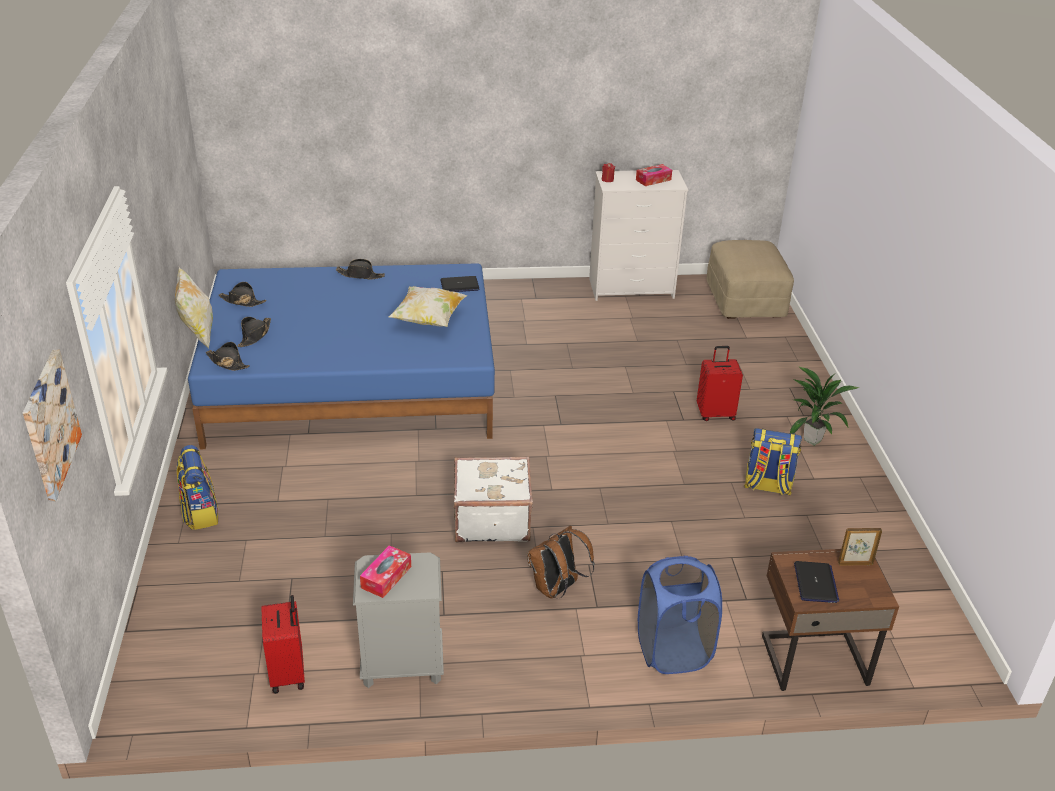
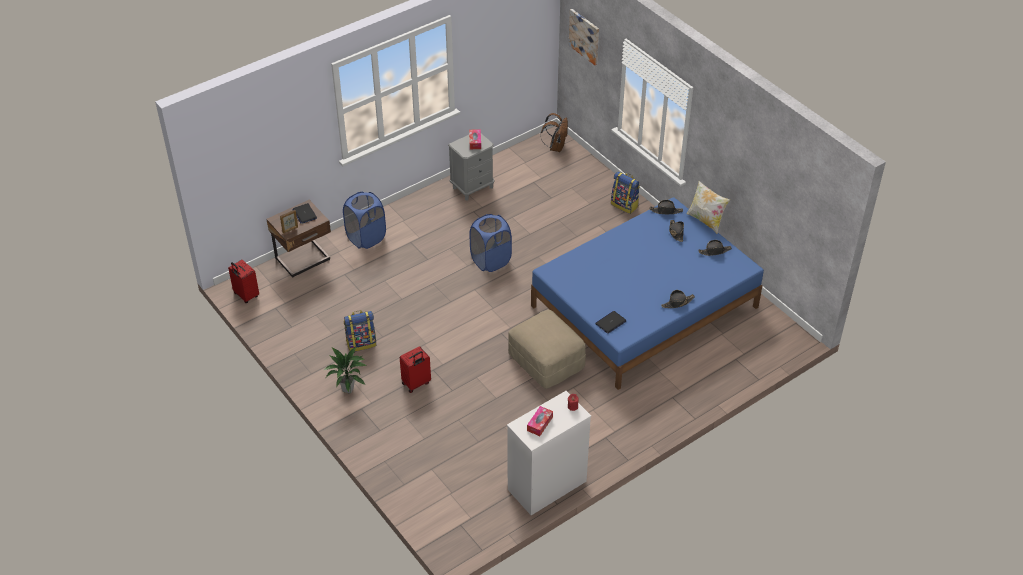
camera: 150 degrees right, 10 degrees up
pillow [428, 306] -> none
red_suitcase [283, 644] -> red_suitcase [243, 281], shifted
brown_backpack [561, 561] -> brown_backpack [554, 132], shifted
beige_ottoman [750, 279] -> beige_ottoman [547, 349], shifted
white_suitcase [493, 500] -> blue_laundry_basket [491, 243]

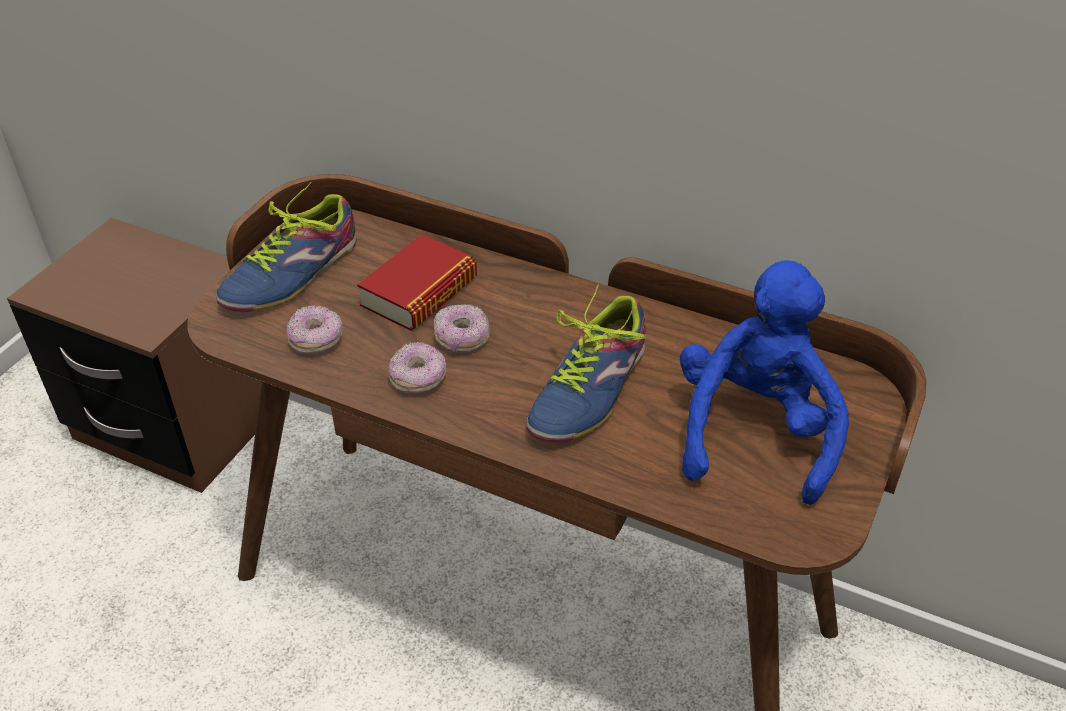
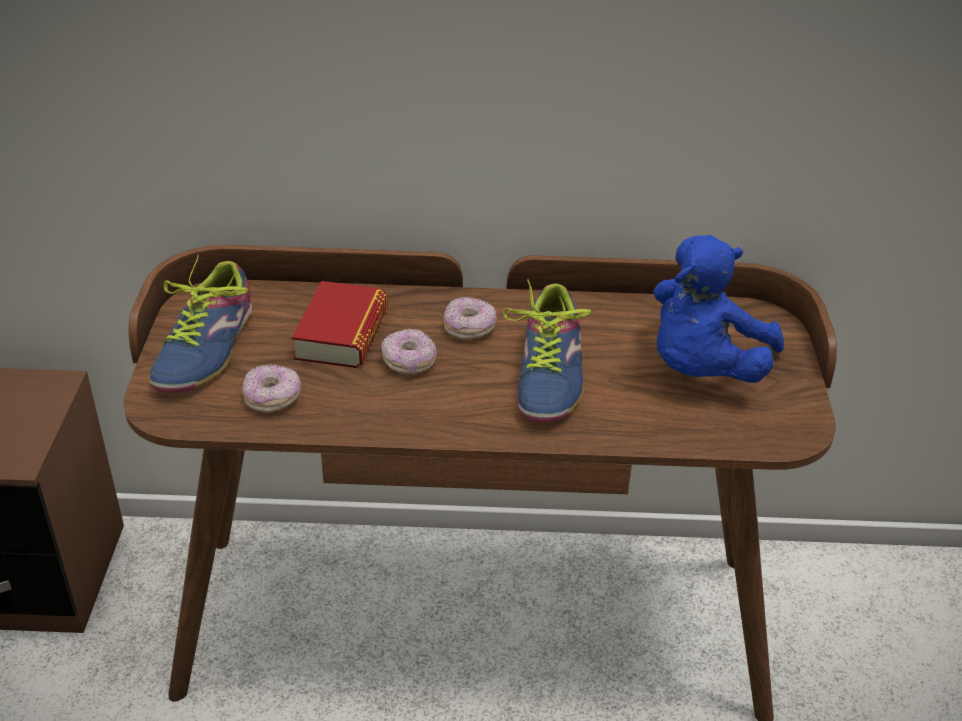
camera: 25 degrees left, 5 degrees down
donut [418, 367] -> donut [470, 318], shifted
blue_plush_toy [764, 382] -> blue_plush_toy [718, 309], 135 degrees counterclockwise

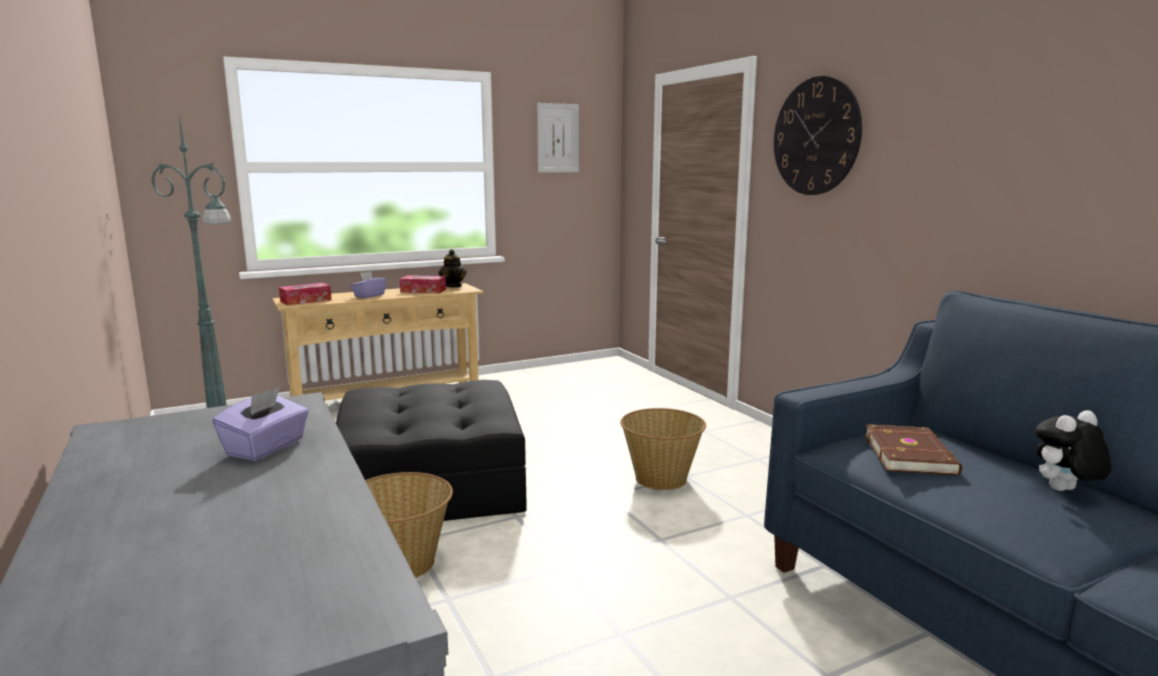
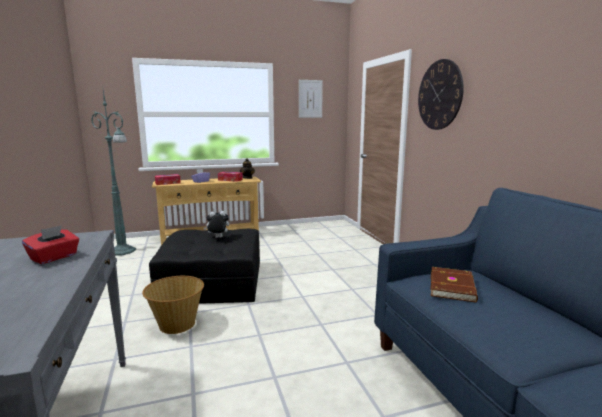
camera: 10 degrees right, 0 degrees up
basket [663, 449] -> none
plush_toy [1073, 450] -> plush_toy [216, 224], shifted
purple_tissue_box [260, 424] -> red_tissue_box [50, 244]

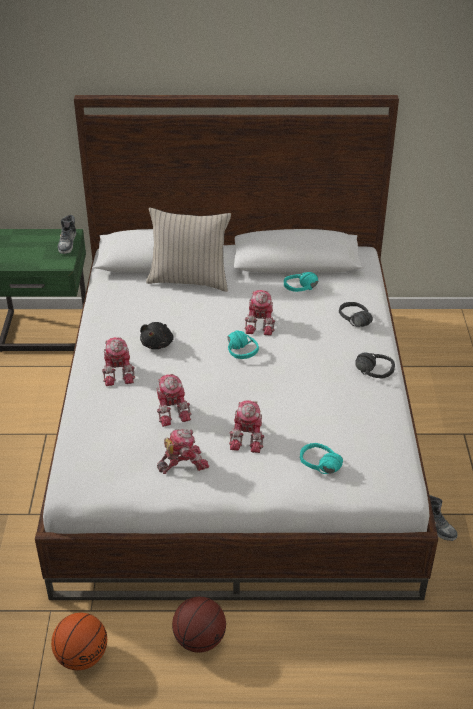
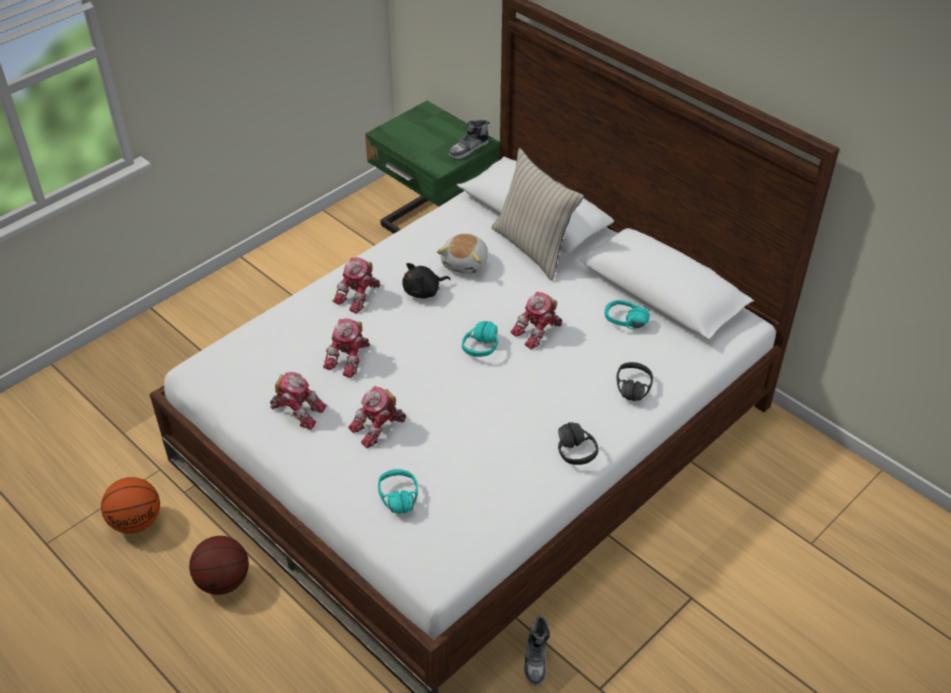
camera: 45 degrees right, 5 degrees up
none -> plush_toy [462, 254]

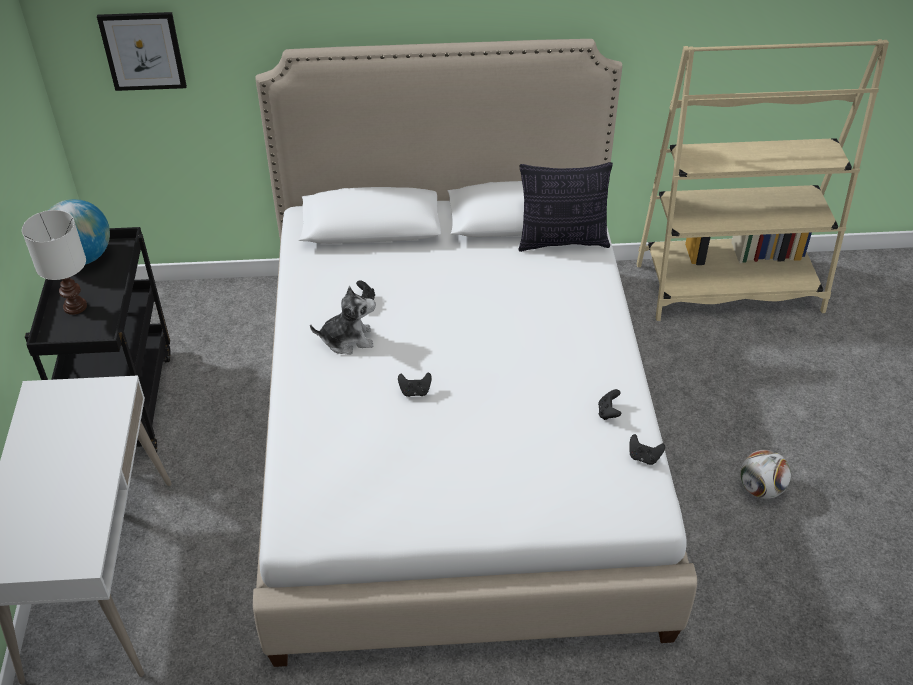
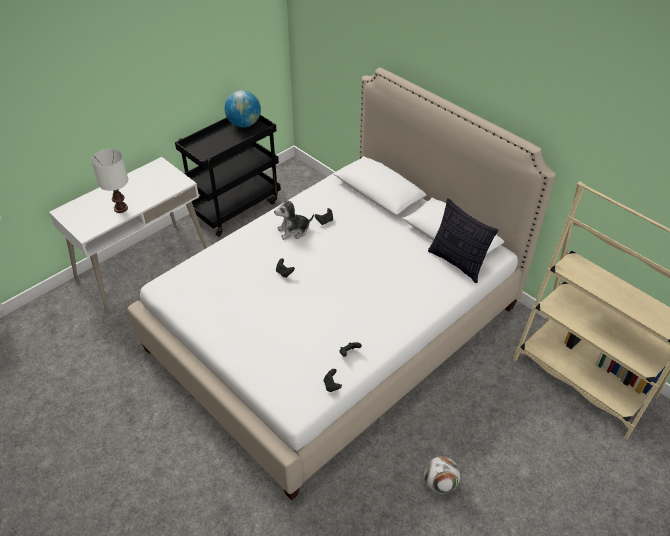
camera: 50 degrees right, 0 degrees up
picture [142, 51] -> none
white_table_lamp [54, 262] -> white_table_lamp [109, 181], shifted
plush_toy [342, 320] -> plush_toy [294, 218], 120 degrees clockwise

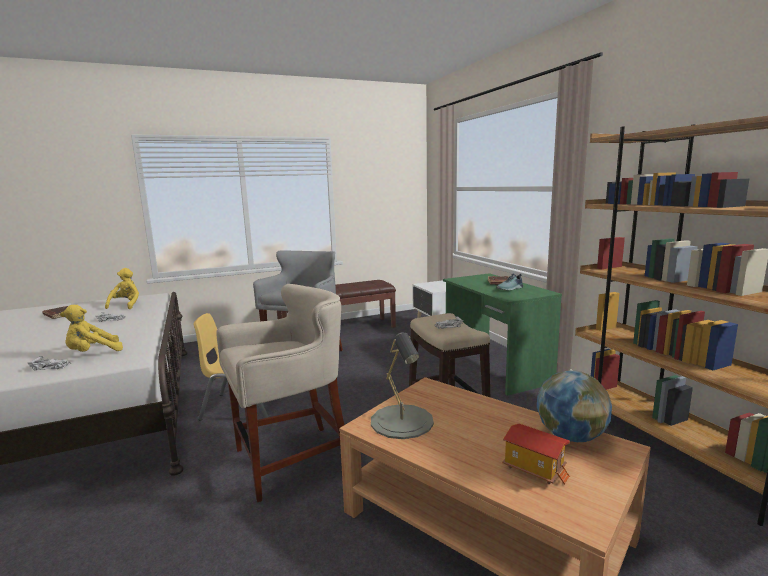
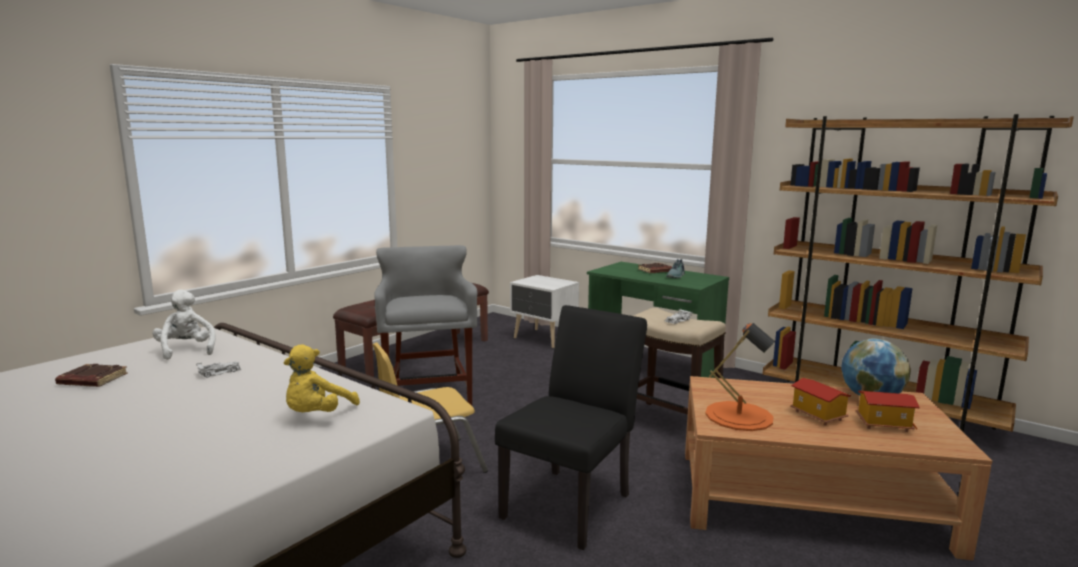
camera: 30 degrees left, 0 degrees up
white_toy_car [49, 363] -> none
none -> toy_house [820, 401]
beige_stool [280, 393] -> black_chair [571, 427]
yellow_plush_toy [122, 288] -> white_plush_toy [184, 324]
grey_table_lamp [402, 385] -> orange_table_lamp [740, 377]

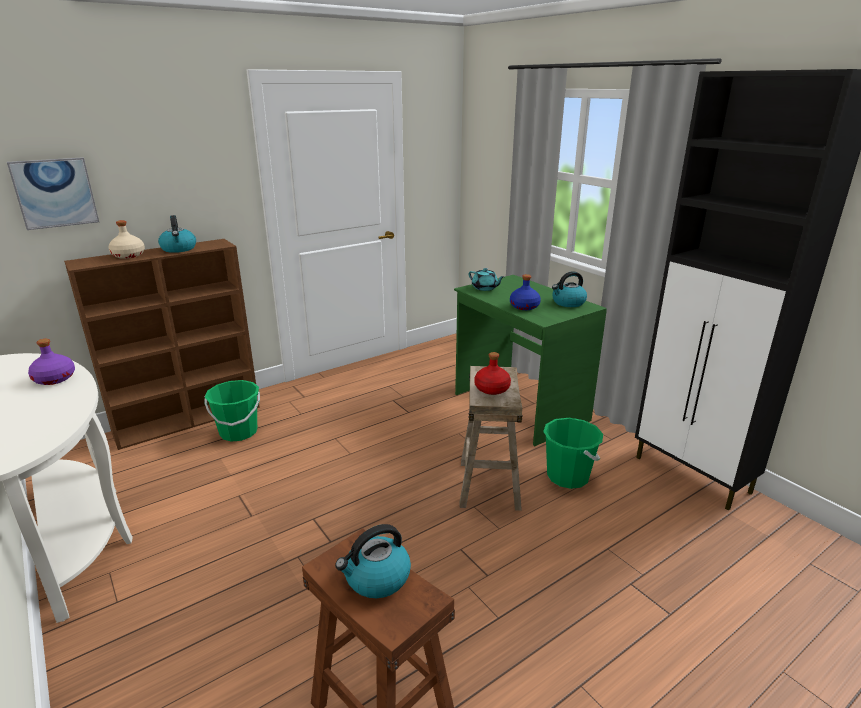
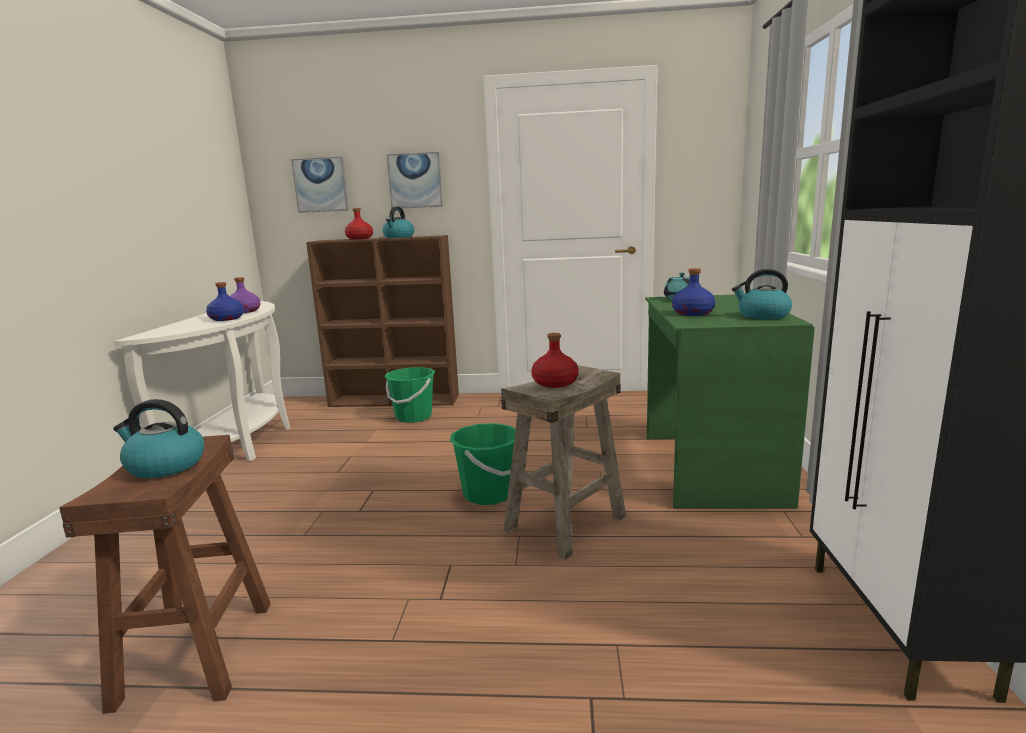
camera: 40 degrees right, 10 degrees down
none -> blue_bottle [225, 301]
none -> picture [415, 180]
green_bucket [573, 453] -> green_bucket [483, 464], shifted
beige_bottle [126, 239] -> red_bottle [359, 223]

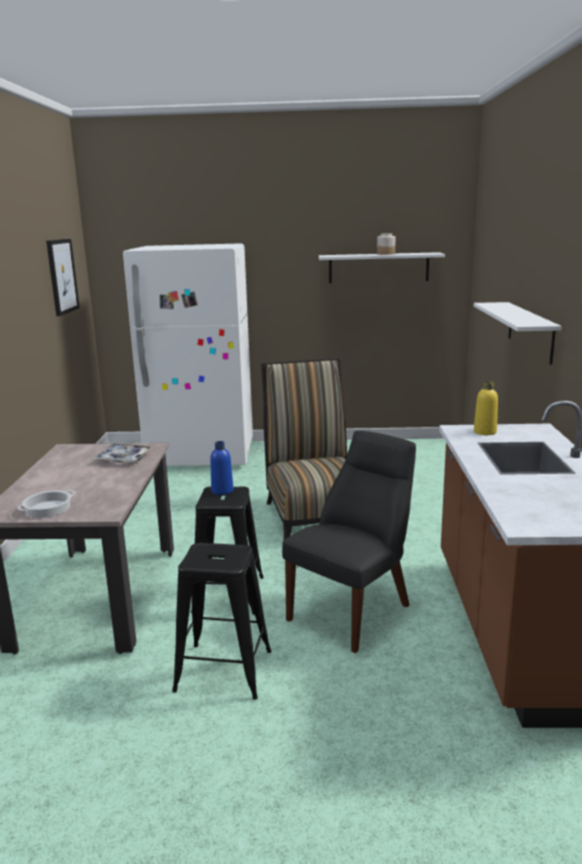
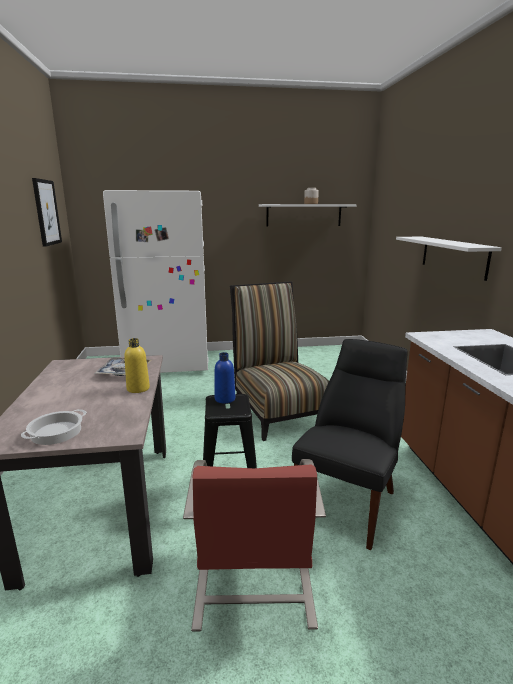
camera: 10 degrees left, 0 degrees up
yellow_bottle [486, 408] -> yellow_bottle [137, 365], shifted
black_stool [222, 621] -> red_chair [254, 545]

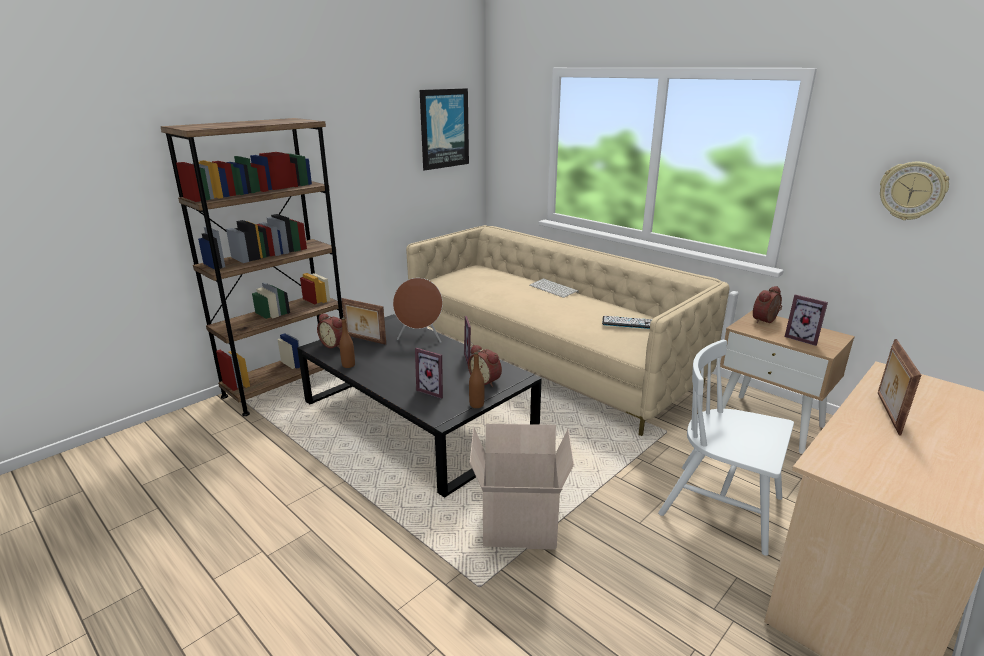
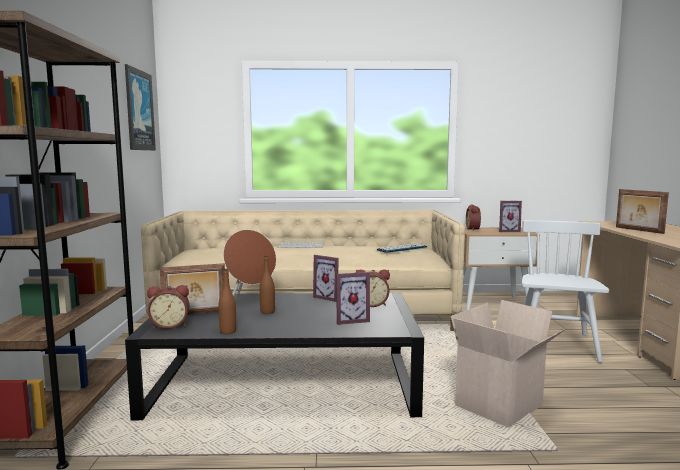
camera: 45 degrees left, 15 degrees down
wall_clock [914, 191] -> none
brown_bottle [476, 380] -> brown_bottle [267, 285], shifted
white_chair [726, 447] -> white_chair [565, 291], 120 degrees clockwise

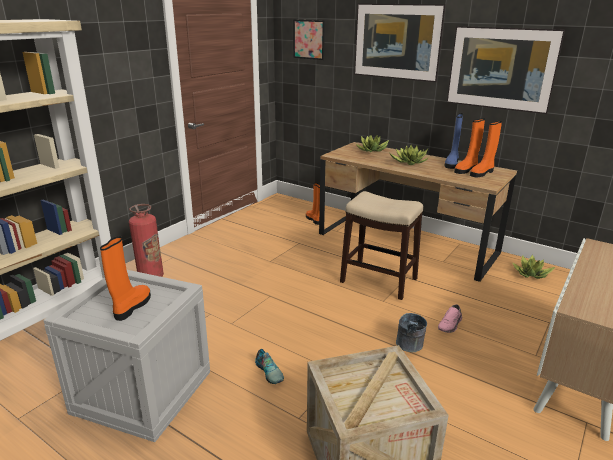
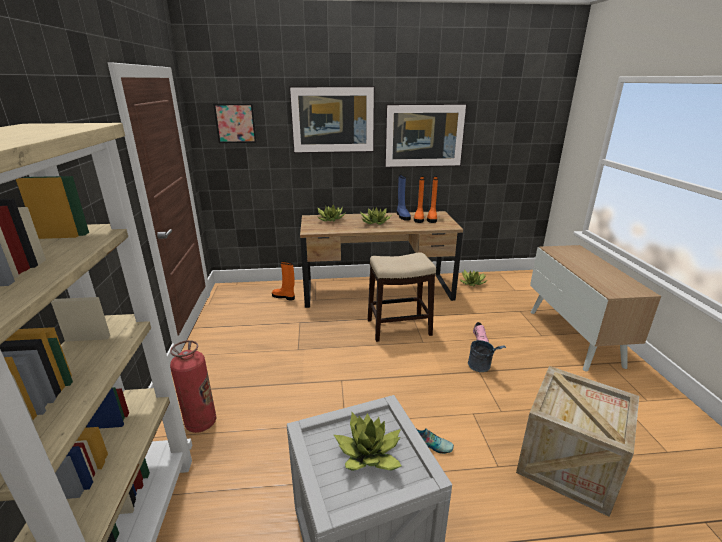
camera: 40 degrees left, 0 degrees up
orange_boot [125, 278] -> potted_plant [367, 441]

